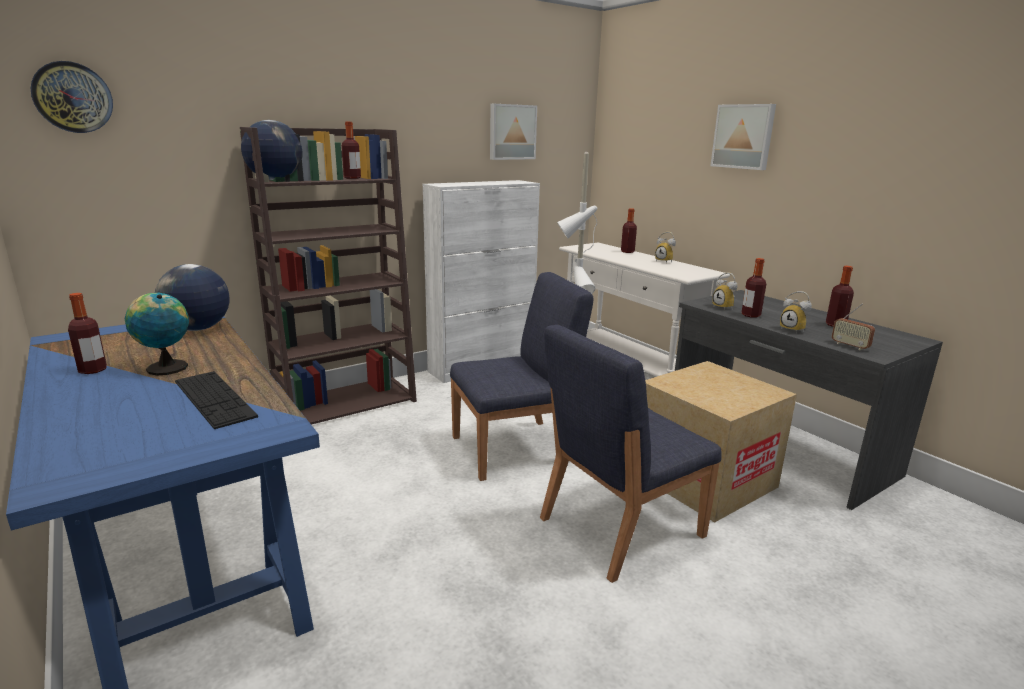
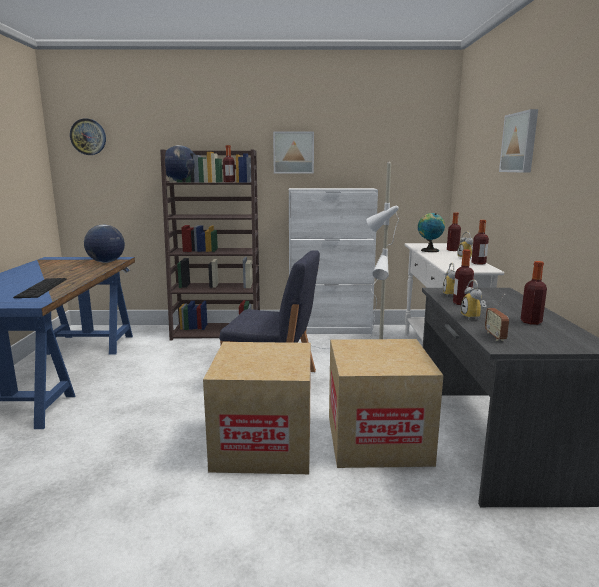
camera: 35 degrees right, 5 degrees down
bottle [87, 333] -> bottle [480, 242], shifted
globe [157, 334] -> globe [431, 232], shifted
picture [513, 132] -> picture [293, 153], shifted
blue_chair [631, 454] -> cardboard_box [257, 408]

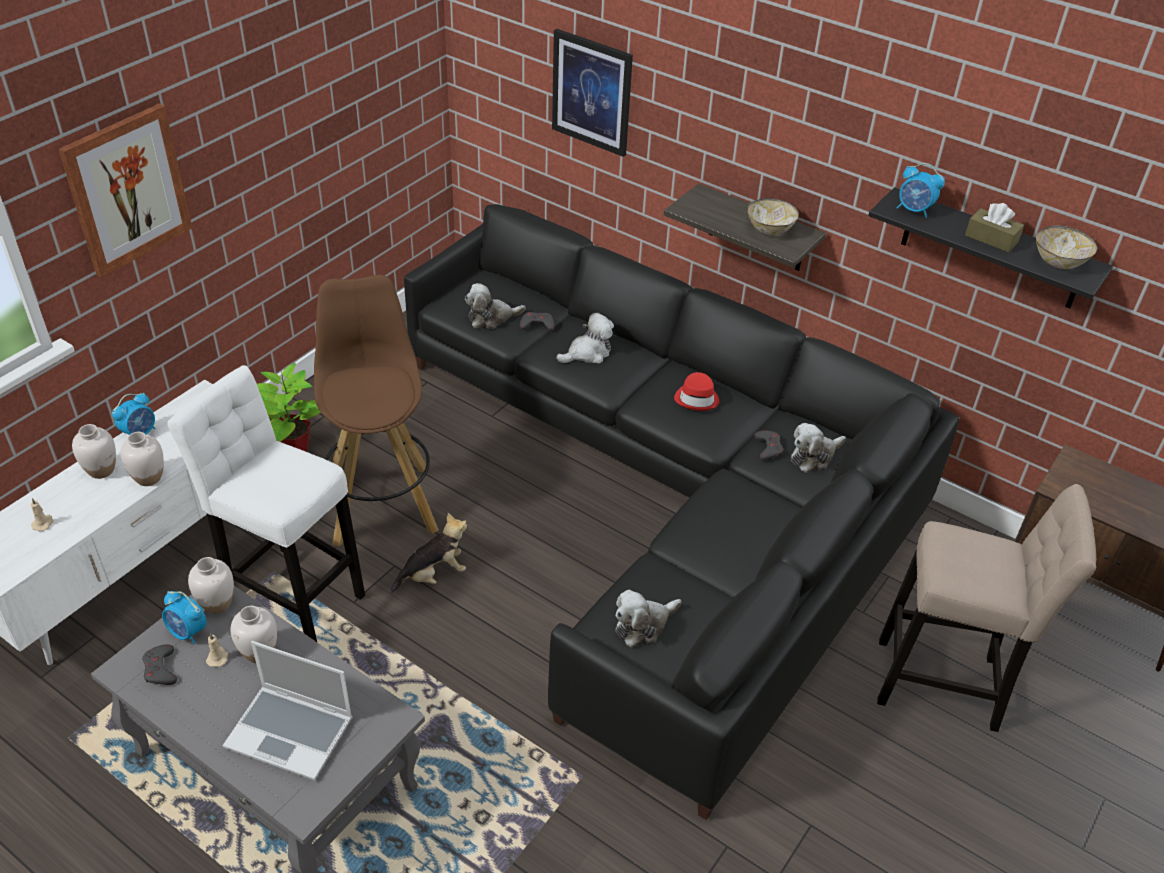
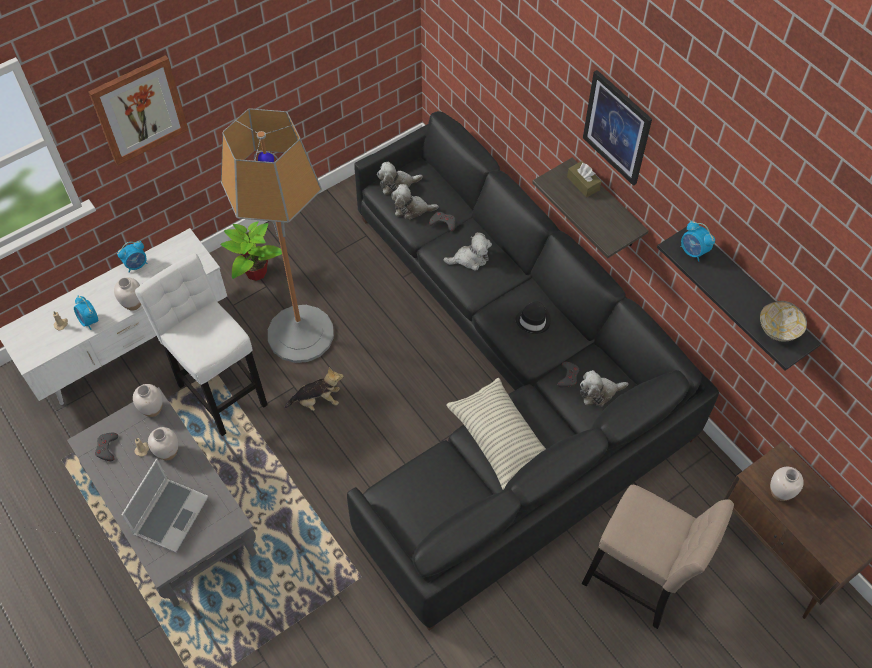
camera: 20 degrees right, 15 degrees up
bowl [773, 216] -> none
none -> pillow [496, 434]
white_vase [94, 451] -> white_vase [787, 484], shifted
alarm_clock [184, 617] -> alarm_clock [86, 313], shifted
picture [592, 93] -> picture [617, 128], shifted
plush_toy [648, 618] -> plush_toy [400, 178], shifted
brown_tissue_box [994, 227] -> brown_tissue_box [584, 179], shifted
brown_stool [376, 410] -> floor_lamp [277, 235]
red_hat [696, 391] -> black_hat [533, 318]
laptop [287, 711] -> laptop [165, 506], 105 degrees counterclockwise

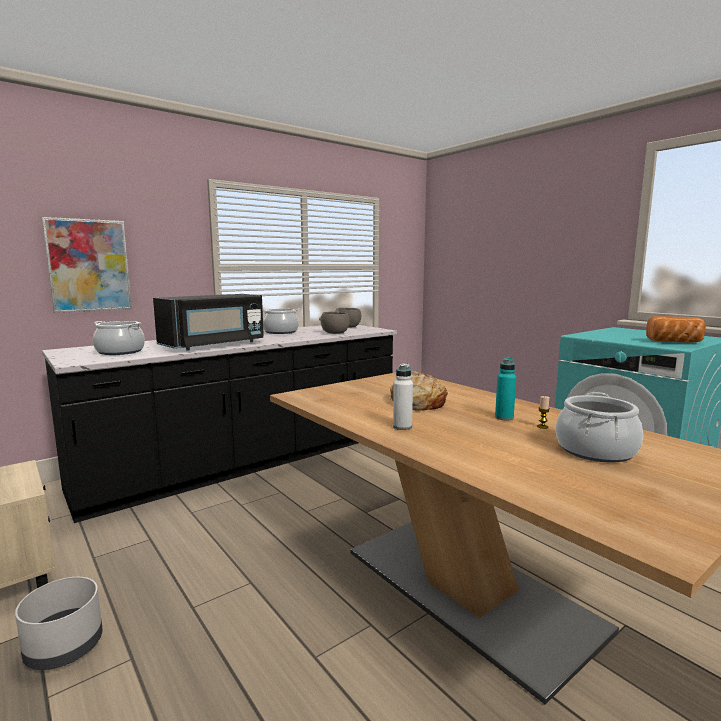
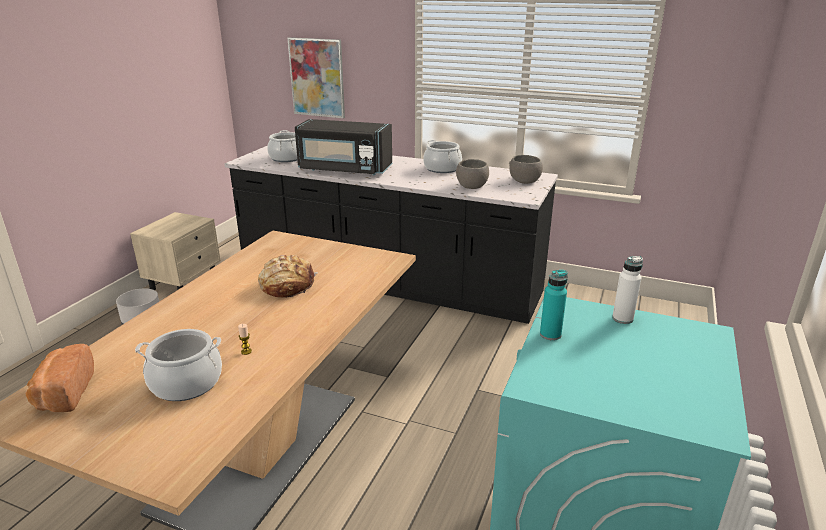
camera: 60 degrees right, 15 degrees up
white_bottle [403, 396] -> white_bottle [627, 290], shifted
turquoise_bottle [505, 388] -> turquoise_bottle [554, 305], shifted
bread [676, 329] -> bread [59, 378], shifted

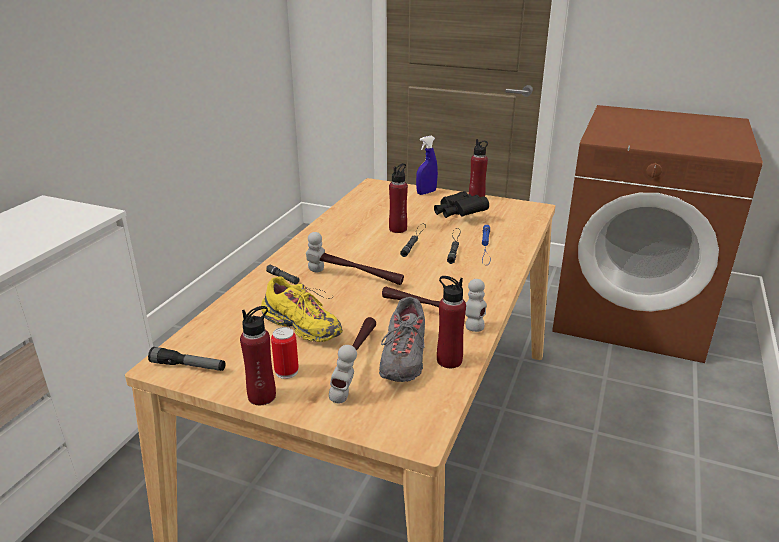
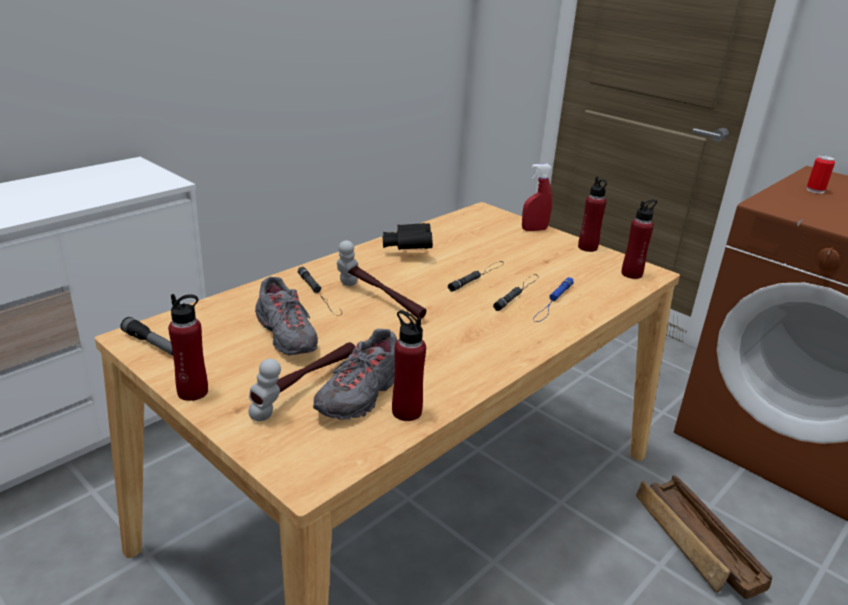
camera: 20 degrees right, 0 degrees up
hammer [434, 305] -> none
none -> crate [704, 537]
can [285, 353] -> can [821, 174], shifted
red_bottle [398, 198] -> red_bottle [639, 239], shifted
black_binoculars [461, 204] -> black_binoculars [408, 236], shifted
yellow_shoe [302, 309] -> grey_shoe [286, 316]
blue_spray_bottle [427, 165] -> red_spray_bottle [537, 197]

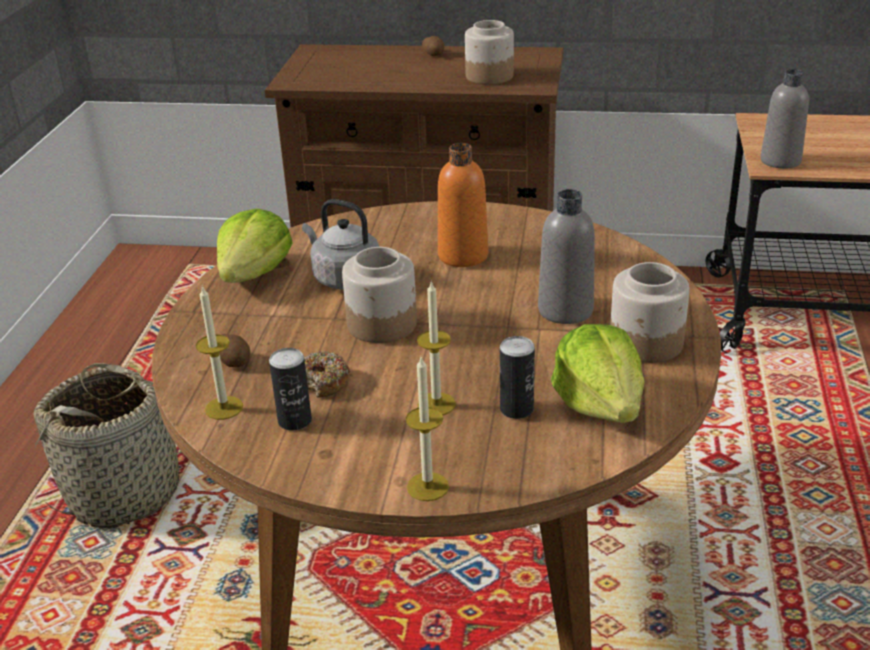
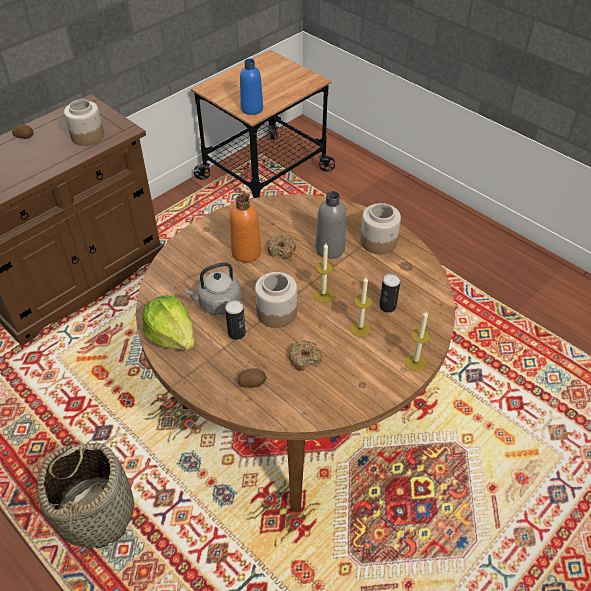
camera: 55 degrees left, 15 degrees up
lettuce [598, 373] -> none
none -> donut [281, 247]
candle [219, 352] -> candle [323, 273], shifted
can [290, 389] -> can [235, 320], shifted
grey_bottle [785, 119] -> blue_bottle [251, 87]

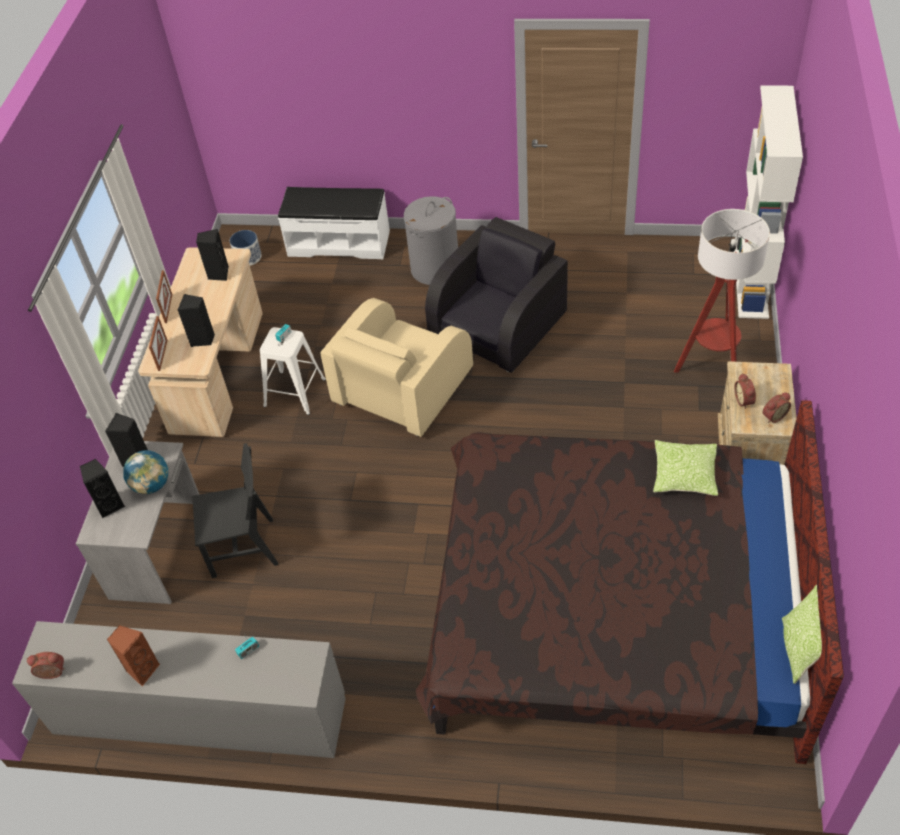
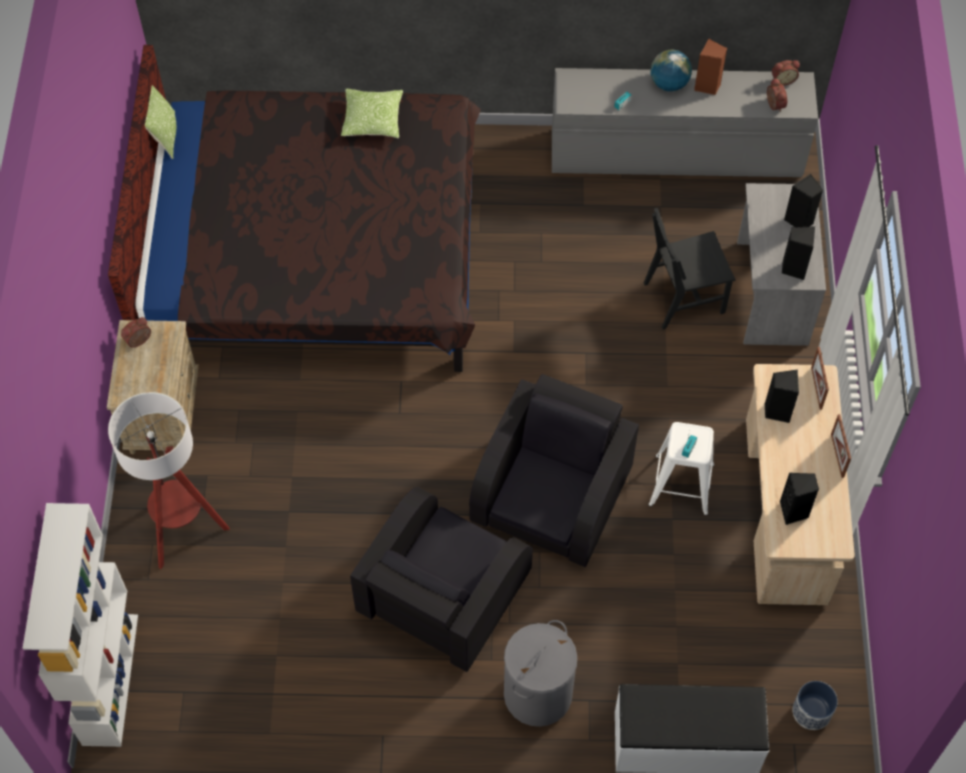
camera: 170 degrees right, 10 degrees up
globe [146, 472] -> globe [671, 71], shifted
pillow [685, 468] -> pillow [372, 113], shifted
alarm_clock [745, 391] -> alarm_clock [777, 95], shifted
beige_armchair [396, 367] -> black_armchair [554, 470]

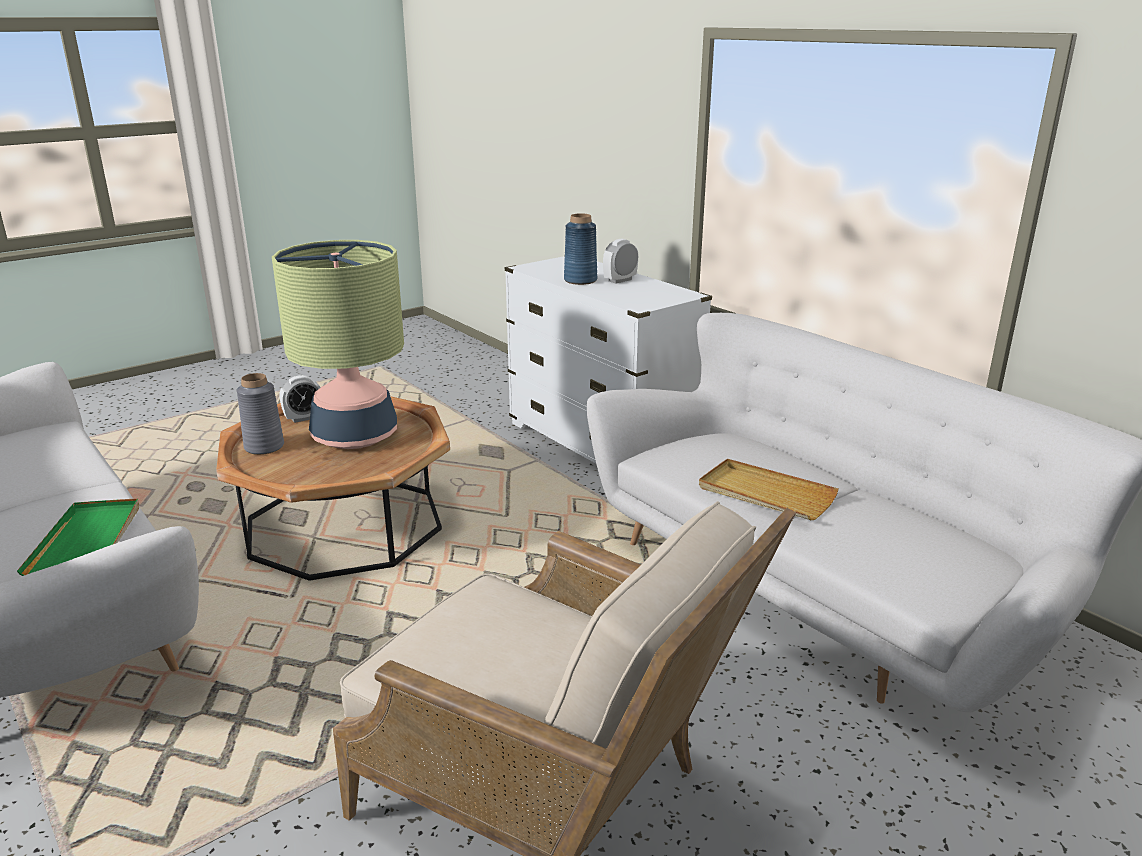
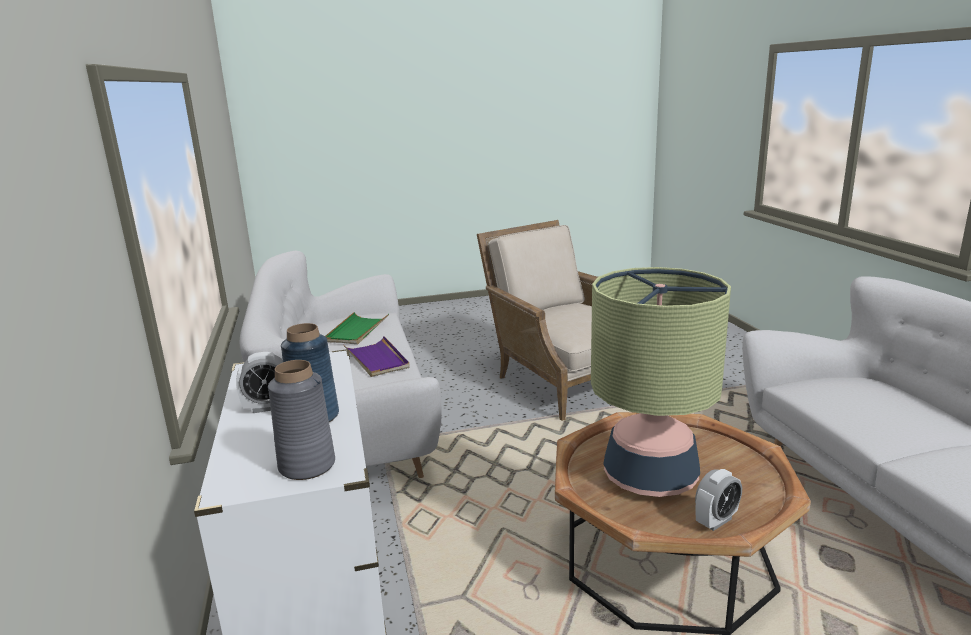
camera: 155 degrees left, 5 degrees down
green_tray [78, 537] -> green_tray [357, 328], shifted
grey_vase [260, 414] -> grey_vase [301, 420], shifted
beige_tray [769, 489] -> purple_tray [376, 356]
alarm_clock [300, 399] -> alarm_clock [718, 500], 150 degrees clockwise

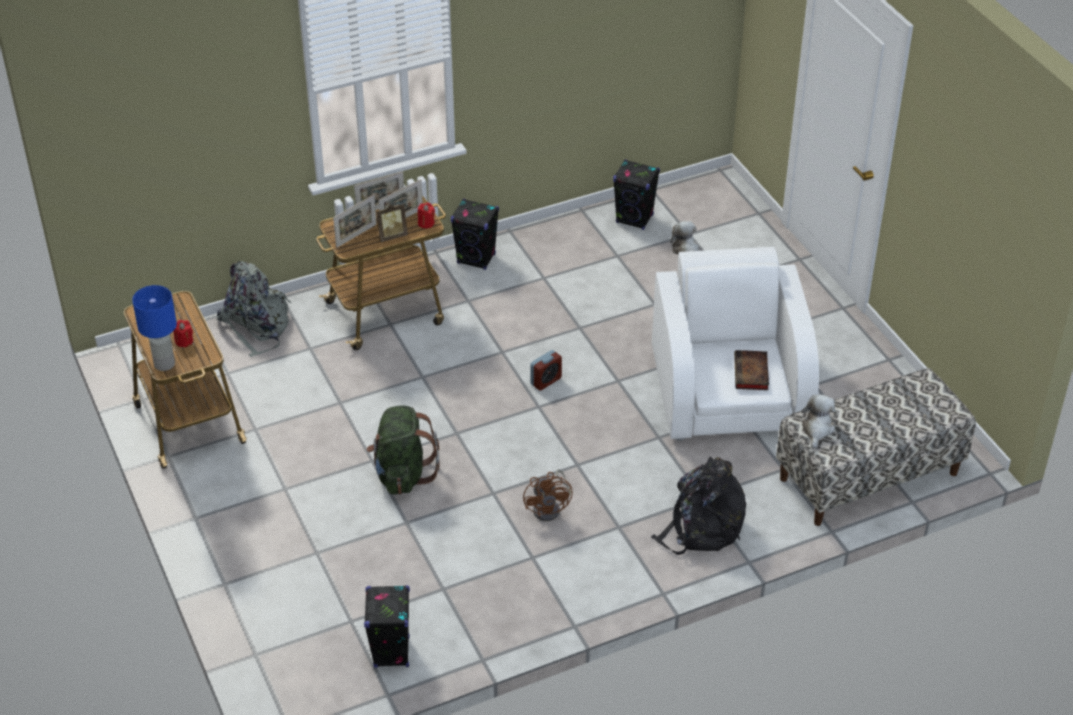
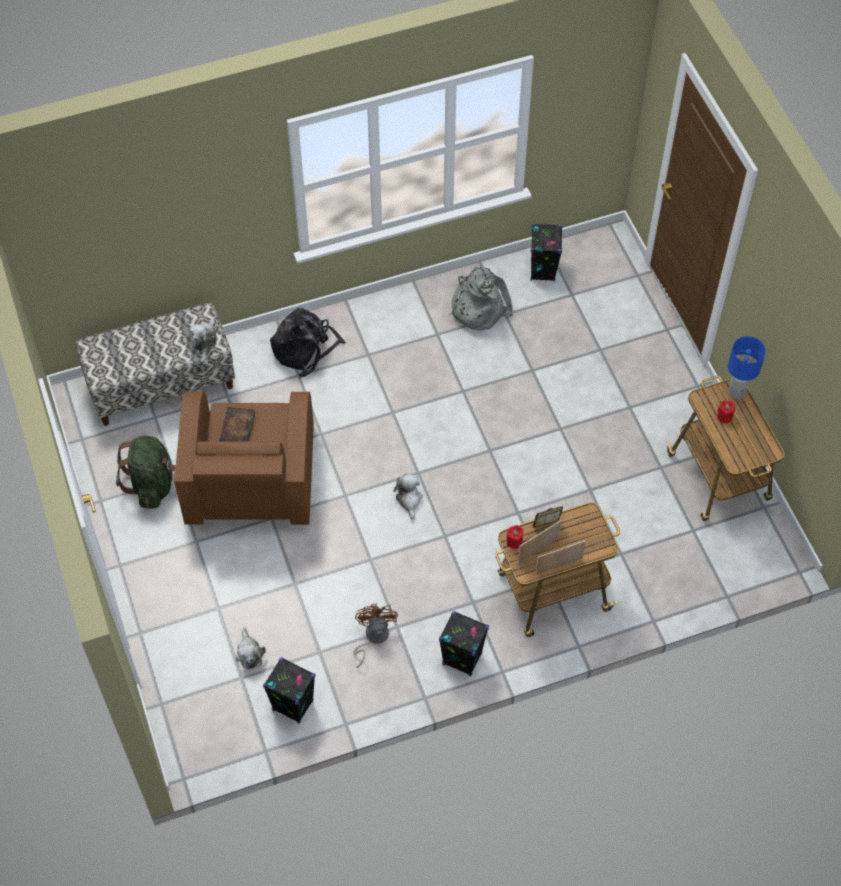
camera: 175 degrees left, 15 degrees up
picture_frame [355, 221] -> none
grey_backpack [253, 309] -> grey_backpack [481, 299], shifted
green_backpack [402, 450] -> green_backpack [146, 472], shifted
brown_fan [548, 495] -> brown_fan [376, 635], shifted
alarm_clock [546, 370] -> plush_toy [408, 496]
white_armchair [735, 344] -> brown_armchair [244, 458]

